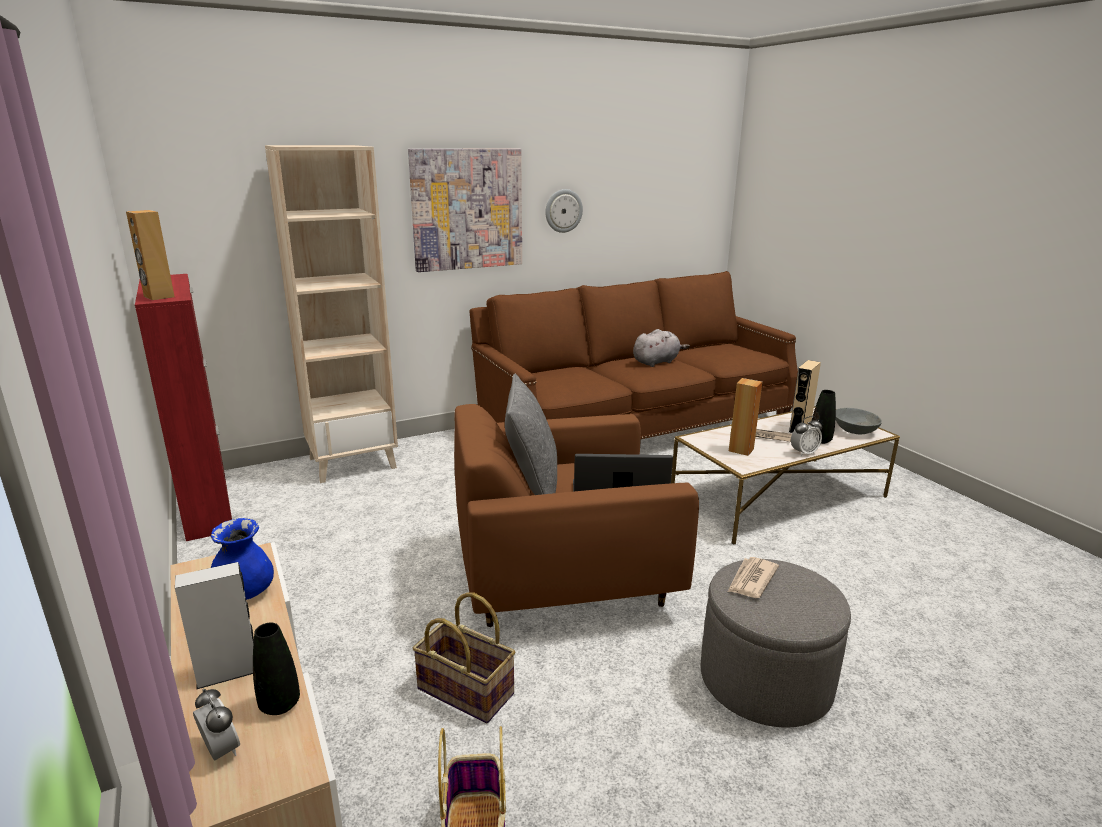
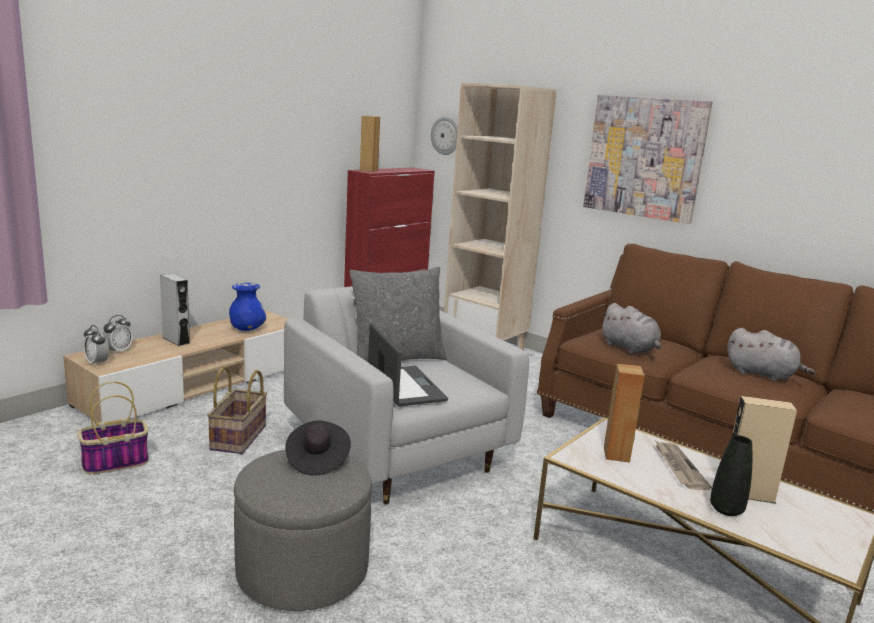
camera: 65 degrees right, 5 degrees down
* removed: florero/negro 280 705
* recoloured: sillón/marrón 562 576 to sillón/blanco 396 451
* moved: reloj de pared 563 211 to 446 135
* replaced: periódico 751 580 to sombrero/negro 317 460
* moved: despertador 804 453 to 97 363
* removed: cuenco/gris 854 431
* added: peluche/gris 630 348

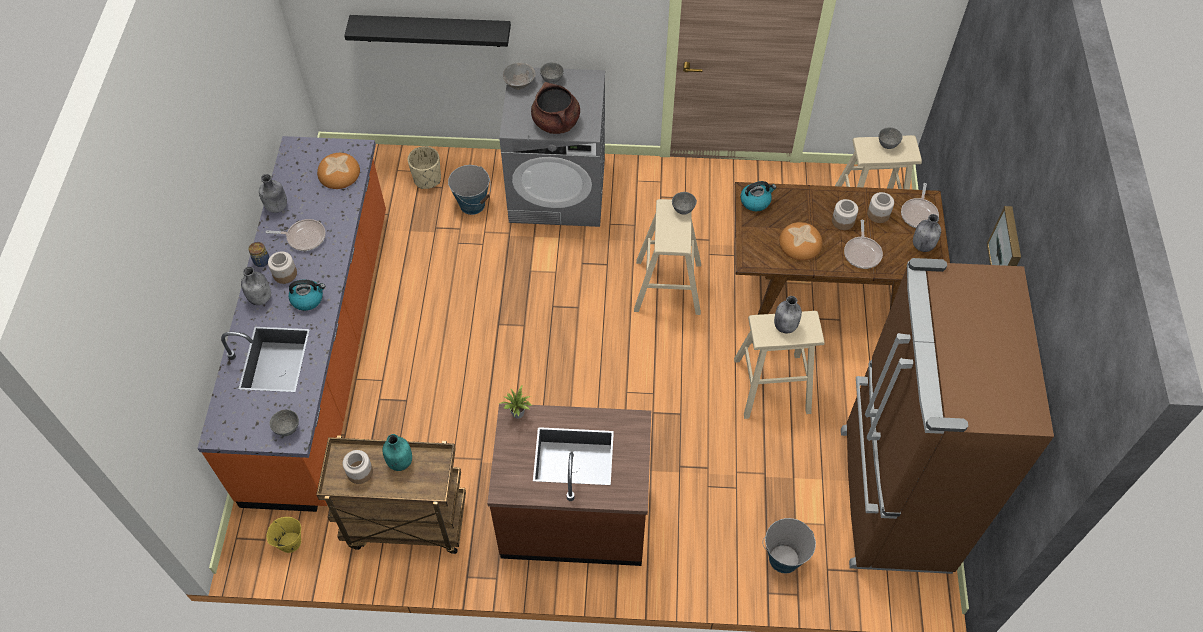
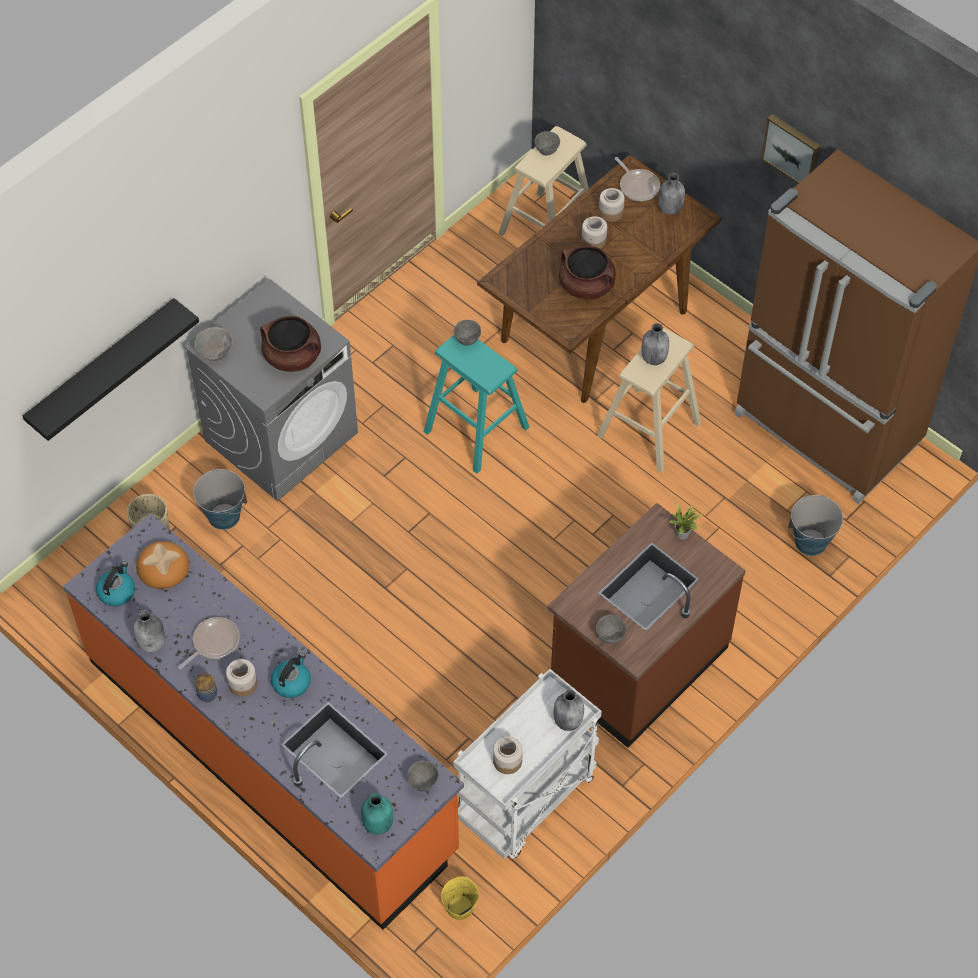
camera: 50 degrees left, 0 degrees up
* moved: botella/gris 261 298 to 568 720
* recoloured: carrito/marrón 404 524 to carrito/blanco 526 801
* moved: botella/turquesa 400 461 to 377 823
* moved: planta en maceta 518 414 to 684 534
* moved: cuenco/gris 552 80 to 609 636
* recoloured: taburete/beis 667 286 to taburete/turquesa 476 429
* moved: hervidor 755 201 to 117 591
* replaced: pan 800 243 to olla/marrón 587 286
* removed: sartén 862 253

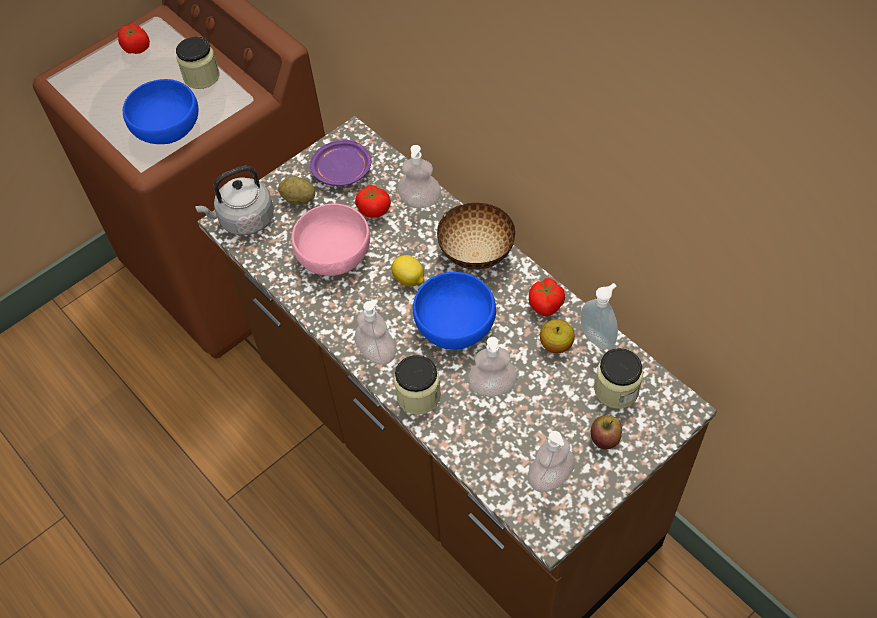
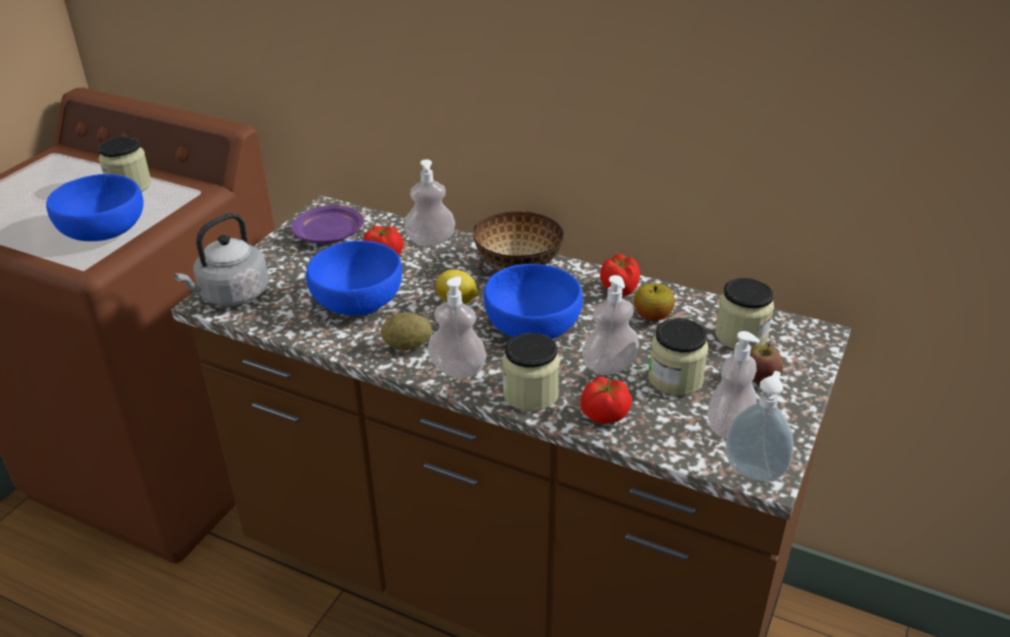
camera: 25 degrees left, 20 degrees down
* moved: tomate 137 48 to 604 415
* moved: patata 298 199 to 407 345
* recoloured: cuenco/rosa 335 254 to cuenco/azul 358 300
* moved: dispensador de jabón 598 337 to 754 470
* added: tarro 675 379

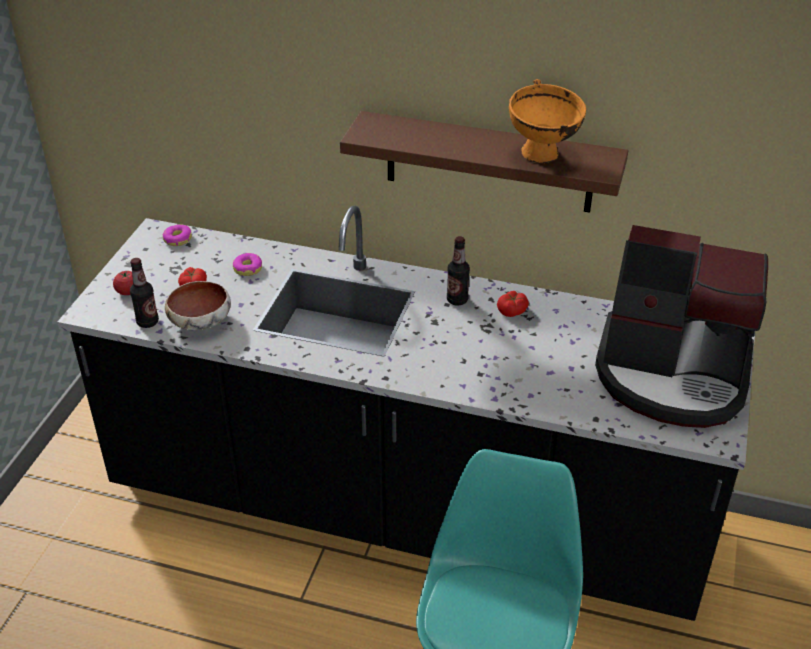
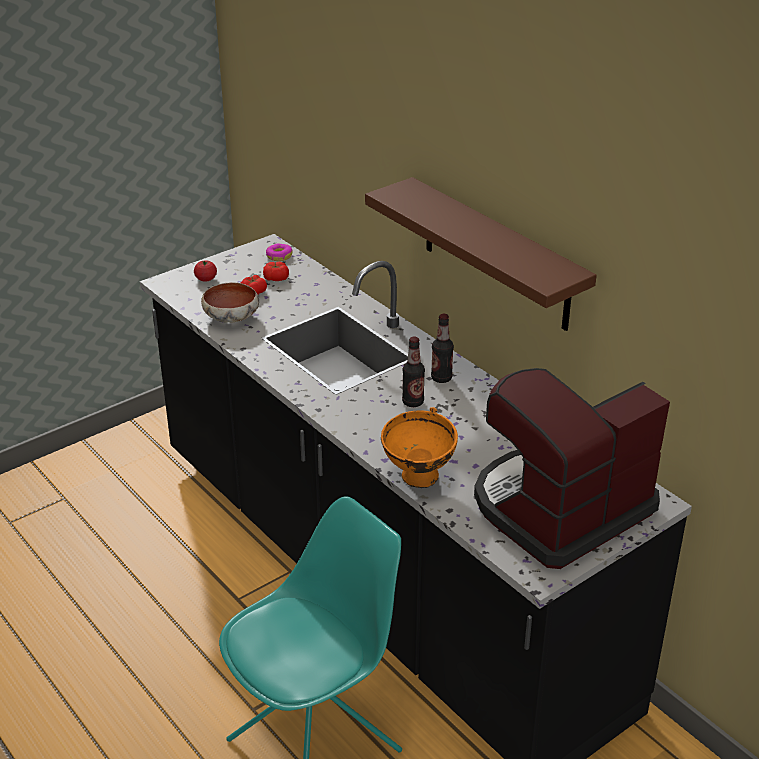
camera: 35 degrees right, 5 degrees down
* moved: botella 147 322 to 413 402
* removed: rosquilla 248 268
* moved: tomate 512 311 to 276 278
* moved: cuenco/naranja 543 158 to 418 482
* turned: cafetera 672 375 = 559 508 90 degrees clockwise

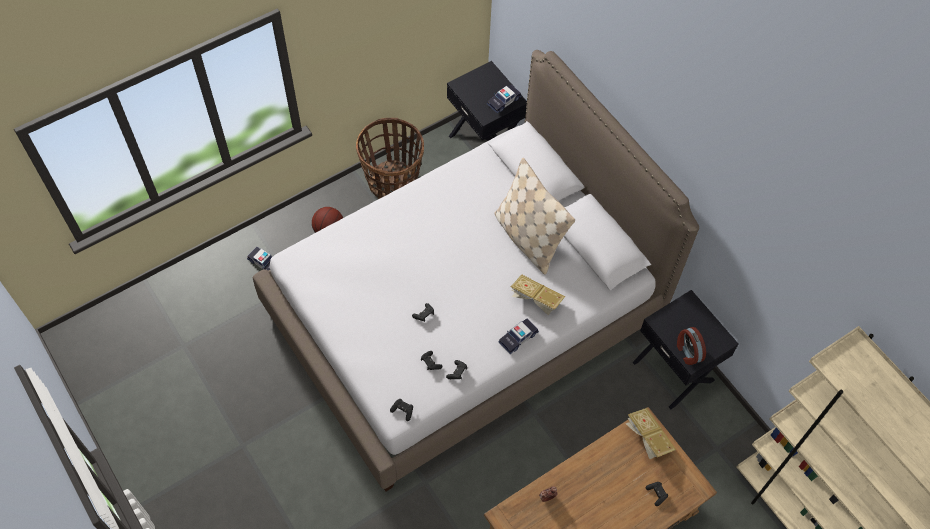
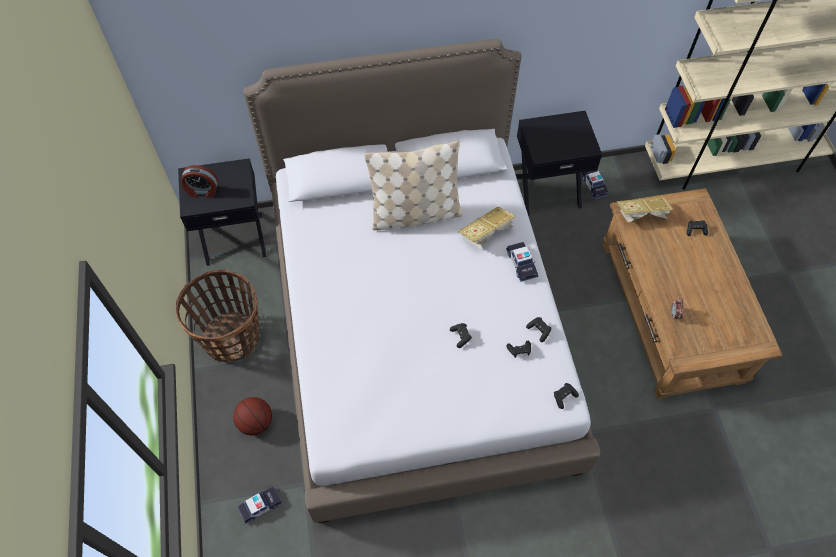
camera: 65 degrees left, 0 degrees up
* moved: coche de juguete 504 101 to 594 186
* moved: despertador 688 352 to 202 191

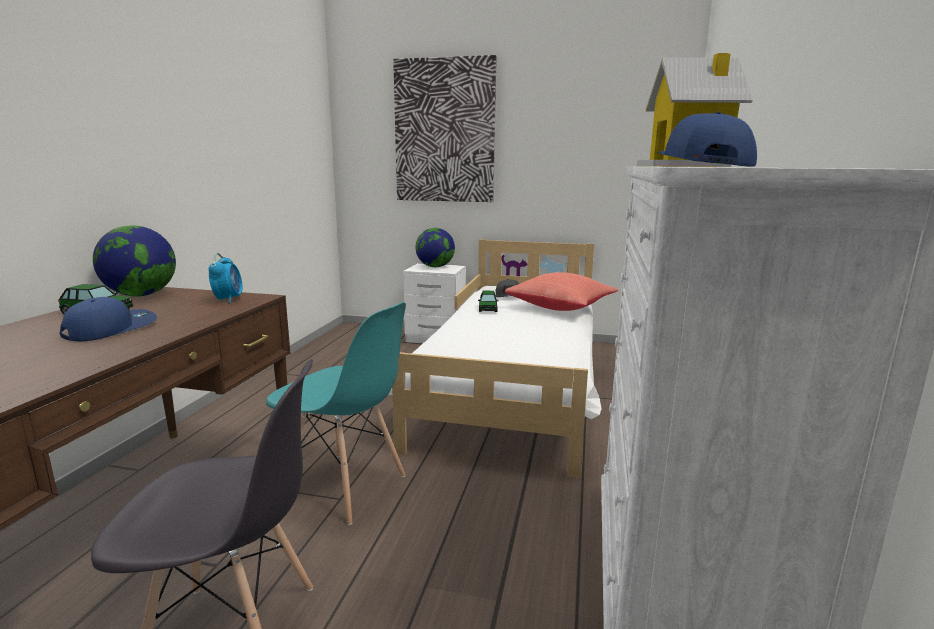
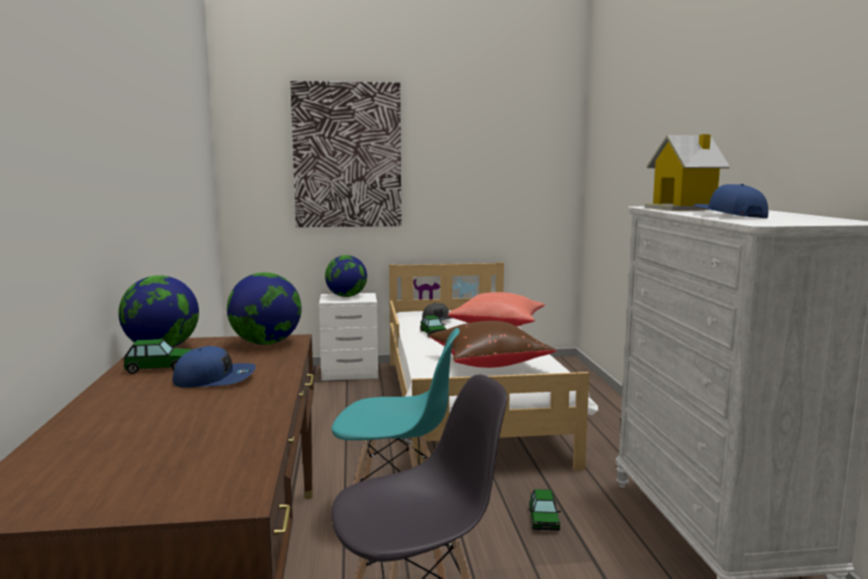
camera: 20 degrees left, 5 degrees down
* turned: gorra/azul 111 329 = 215 379 75 degrees clockwise
* replaced: despertador 228 299 to globo terráqueo 266 343
* added: cojín/marrón 488 363
* added: coche de juguete 543 519

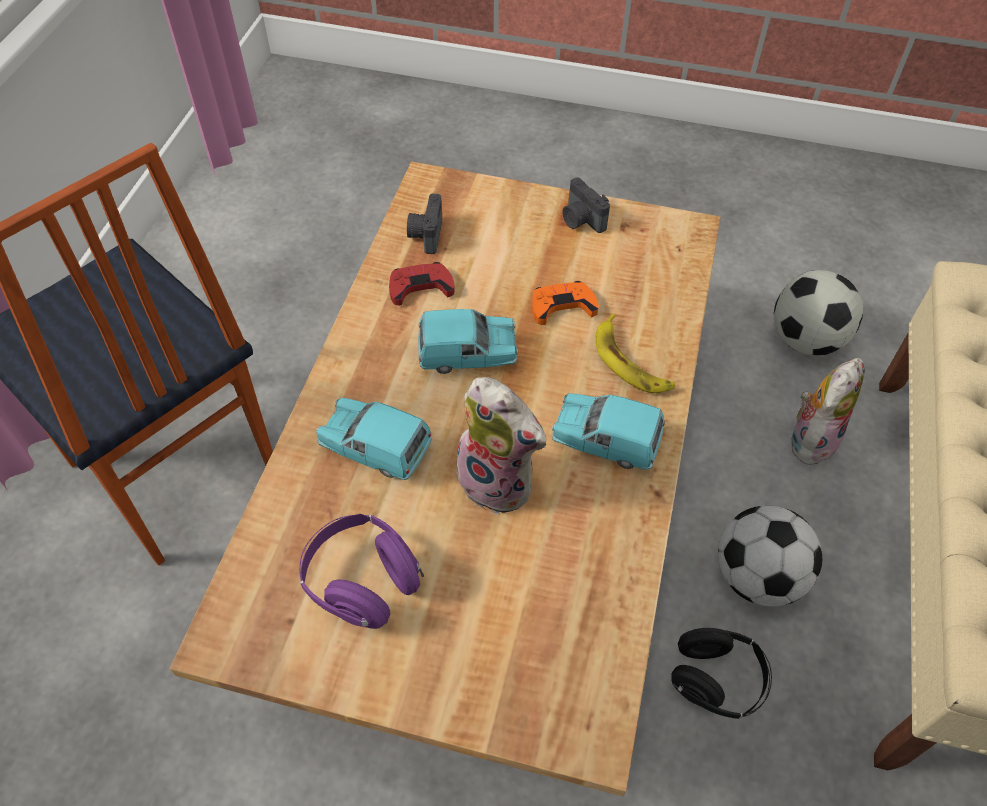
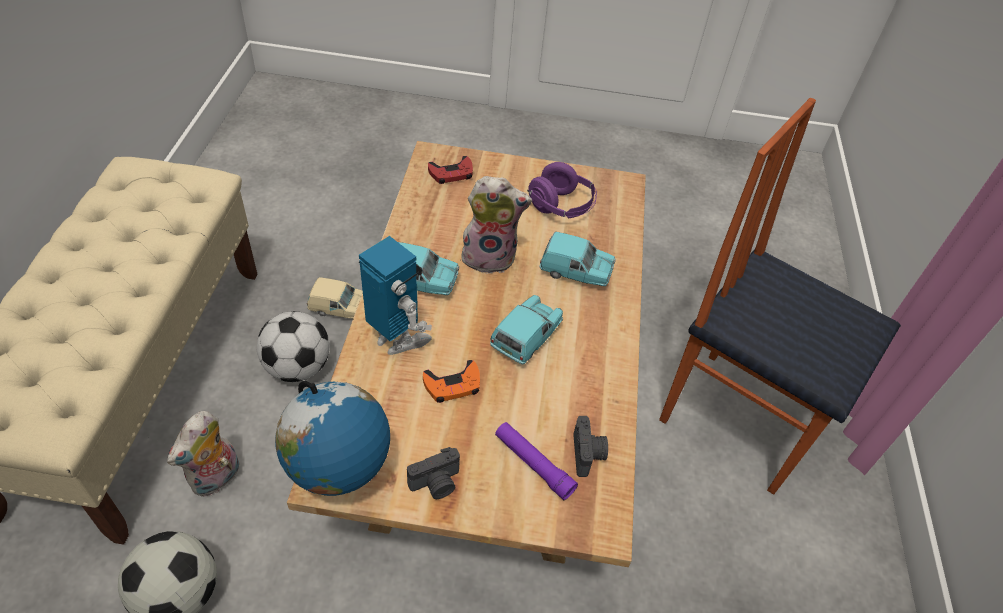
camera: 170 degrees right, 5 degrees down
* moved: mando de consola/rojo 420 287 to 451 173
* turned: coche de juguete/turquesa 467 355 = 526 338 135 degrees clockwise
* turned: peluche 500 481 = 490 256 150 degrees clockwise
* turned: cámara 581 220 = 436 484 105 degrees clockwise
* replaced: plátano 630 362 to robot de juguete 397 339
* replaced: auriculares/negro 716 680 to coche de juguete/beis 340 309
* added: globo terráqueo 340 478
* added: linterna/morado 533 464

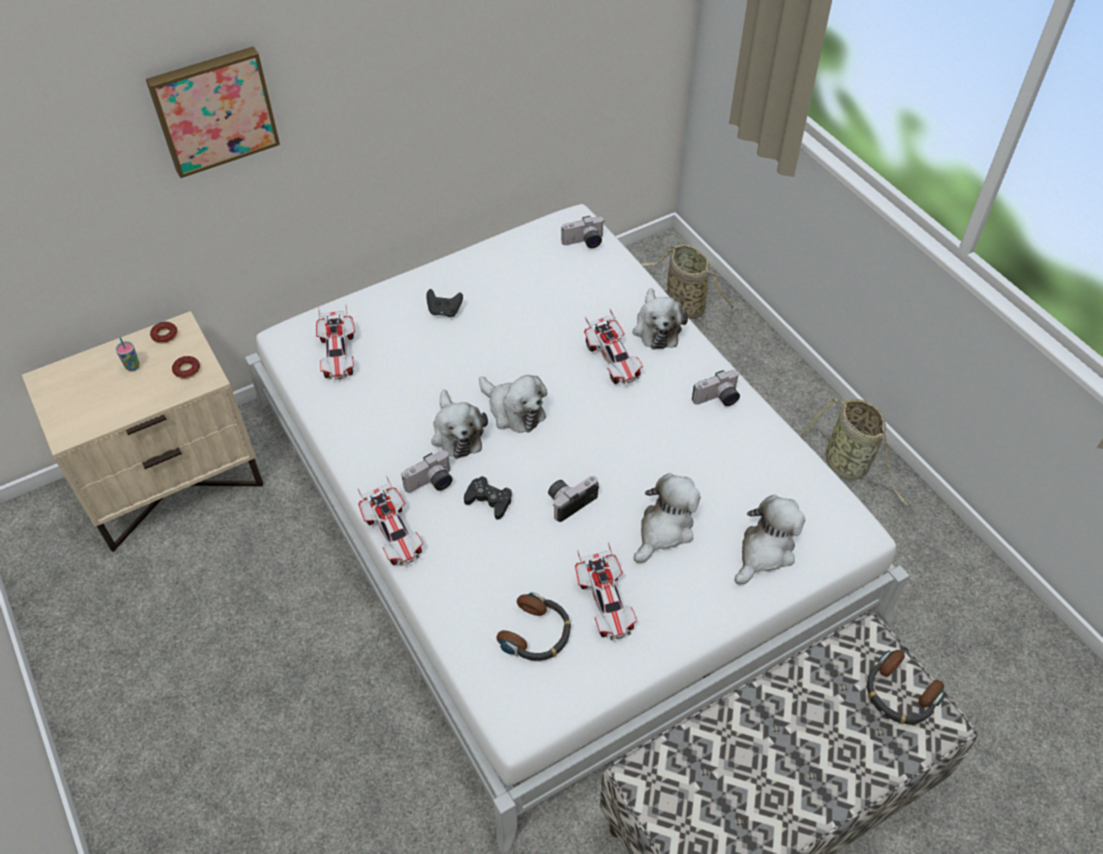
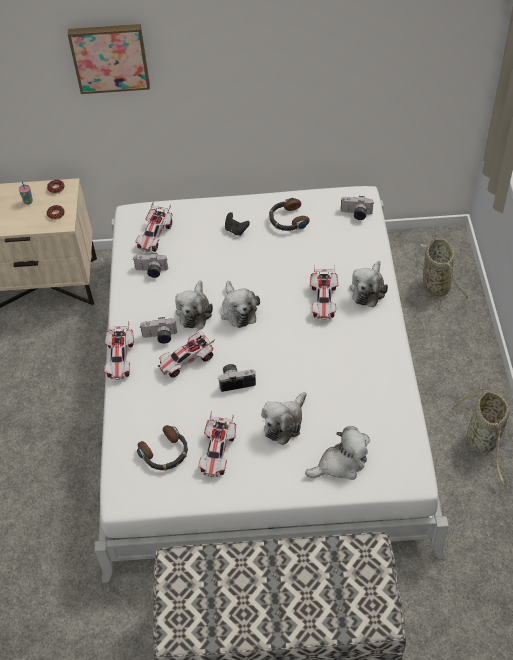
camera: 30 degrees right, 0 degrees up
* replaced: mando de consola/negro 489 501 to coche de juguete 187 361
* turned: peluche 664 529 = 284 423 150 degrees clockwise
* moved: cámara 717 399 to 151 271
* moved: auriculares 899 694 to 287 220

